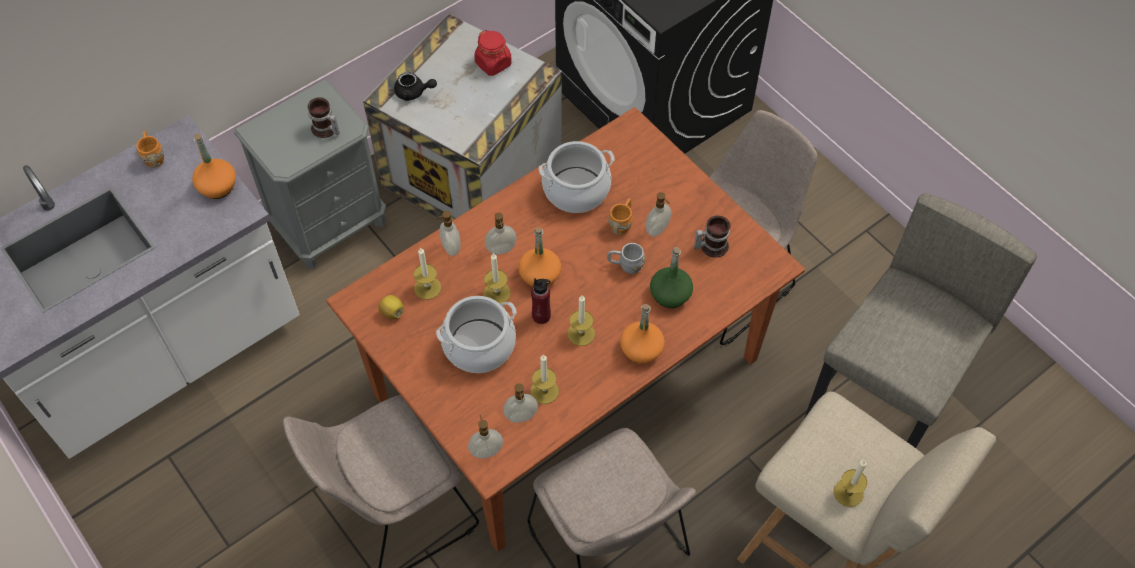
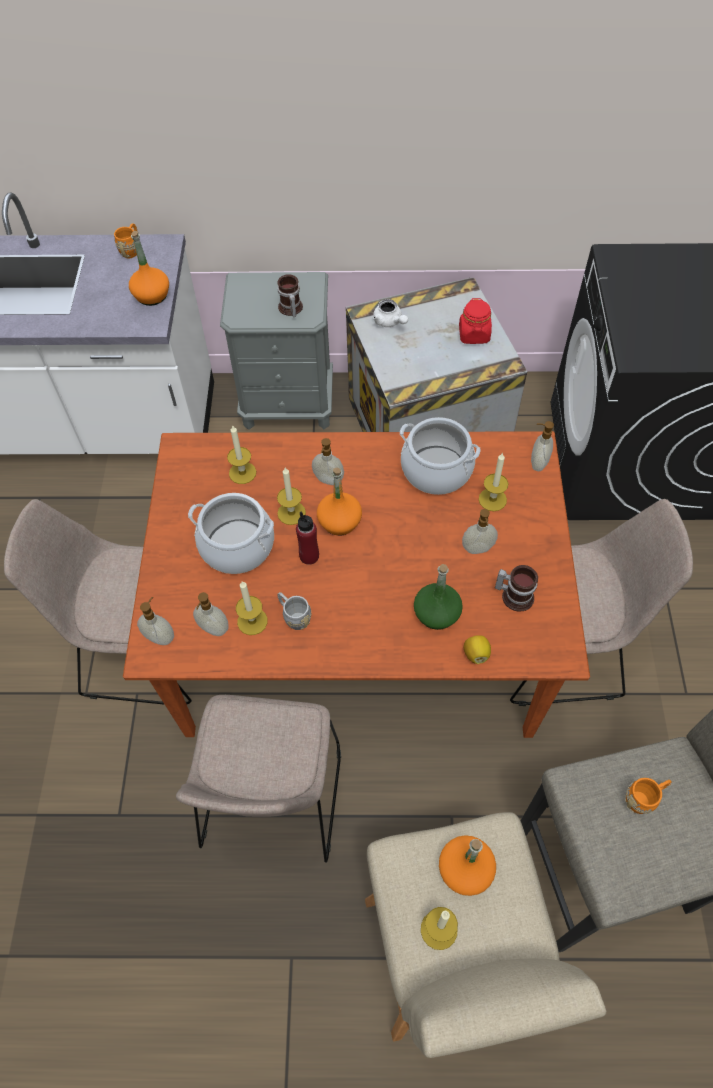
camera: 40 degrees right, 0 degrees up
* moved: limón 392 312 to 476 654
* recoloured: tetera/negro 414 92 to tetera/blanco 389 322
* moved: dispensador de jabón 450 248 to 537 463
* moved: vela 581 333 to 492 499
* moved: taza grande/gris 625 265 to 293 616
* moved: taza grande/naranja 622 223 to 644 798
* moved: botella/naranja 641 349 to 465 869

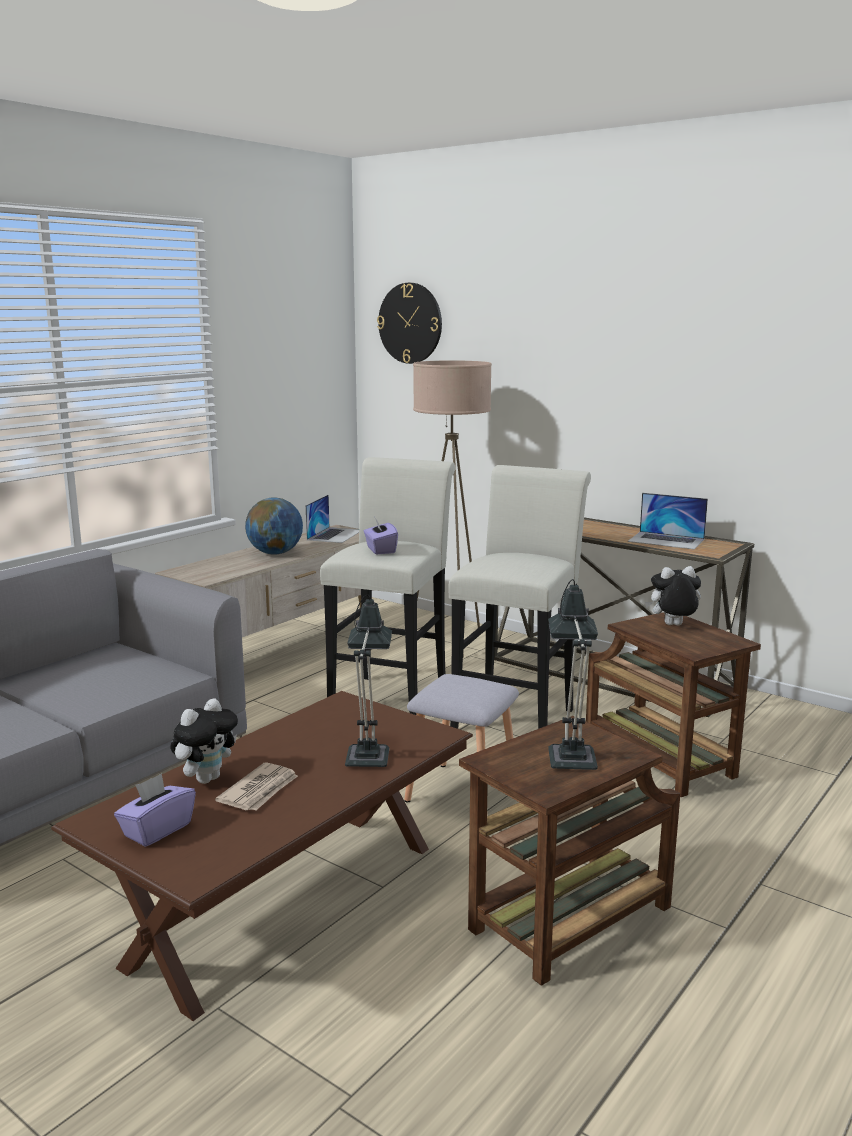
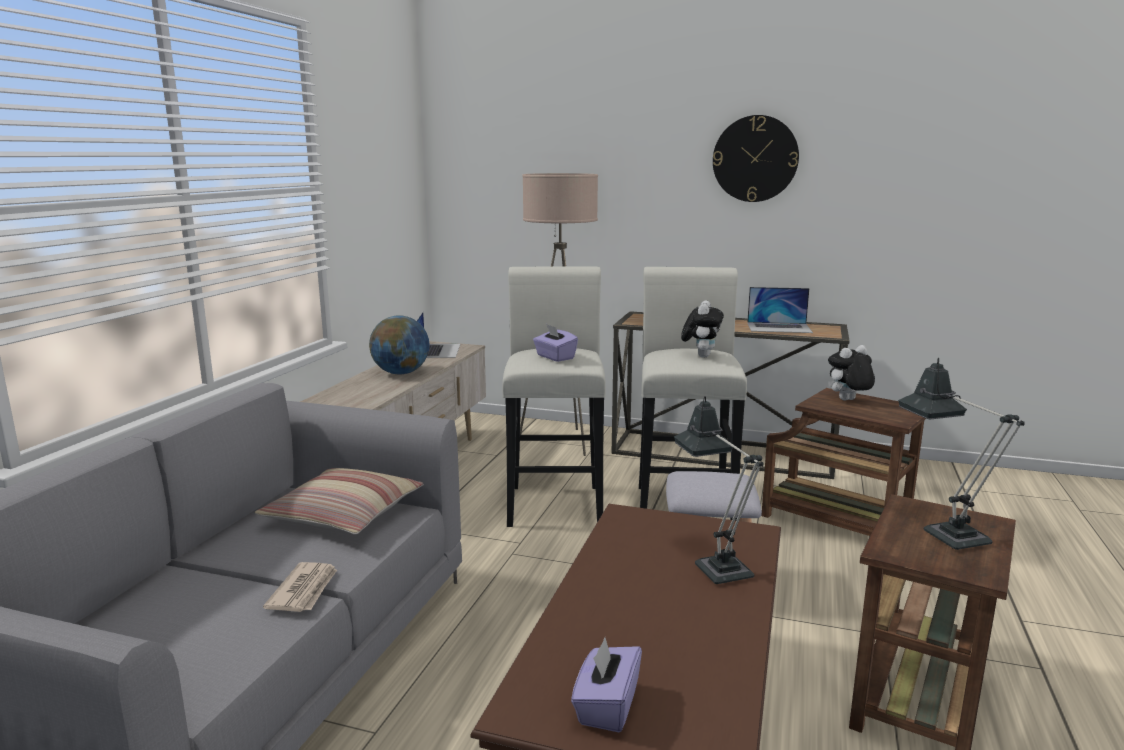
camera: 20 degrees left, 0 degrees up
* moved: peluche 207 778 to 701 356
* moved: periódico 260 791 to 304 590
* moved: reloj de pared 410 323 to 755 159
* added: cojín 344 514

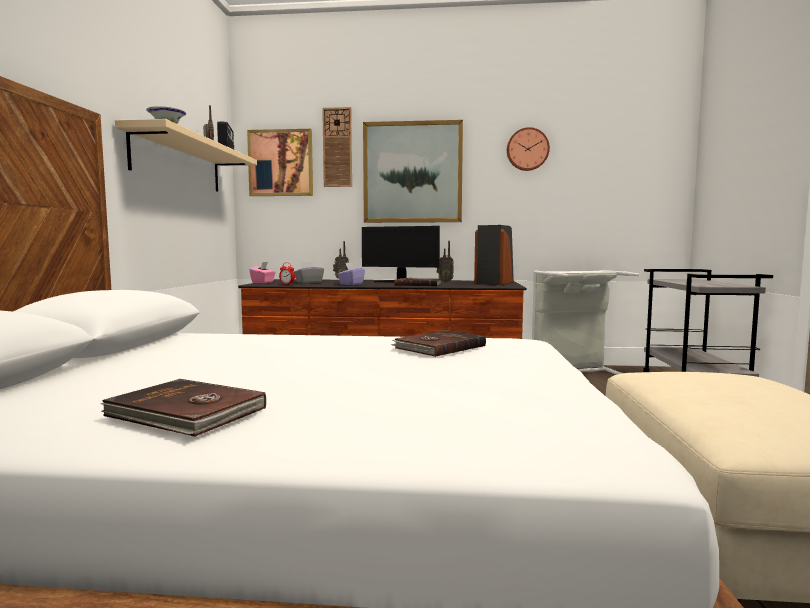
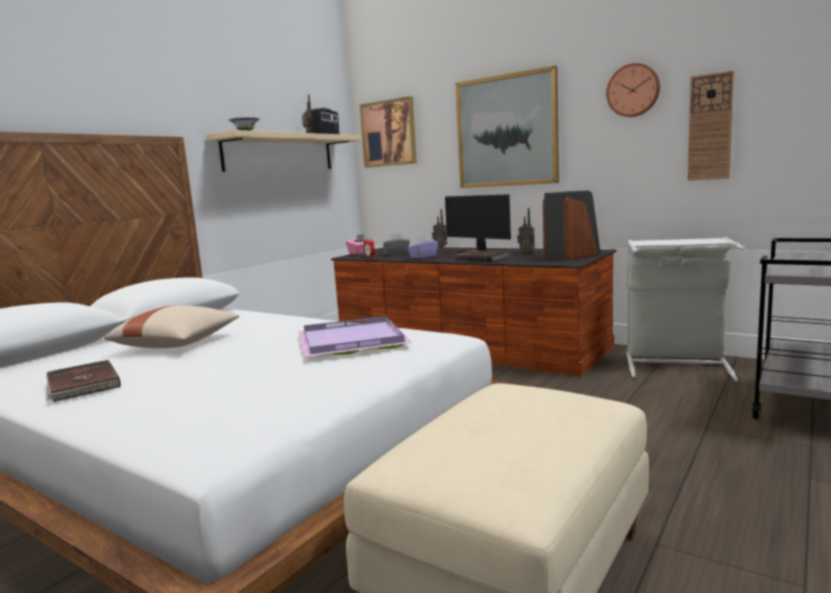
camera: 30 degrees right, 5 degrees up
* moved: reloj de pared 337 147 to 710 127
* replaced: libro/marrón 438 347 to bandeja/morado 349 341
* added: cojín/beis 178 344

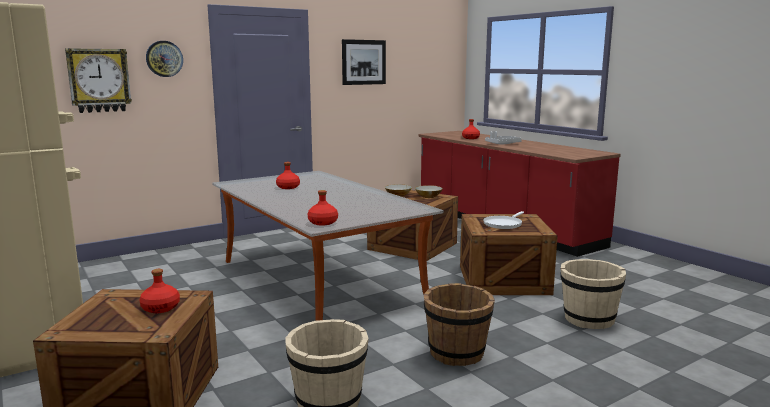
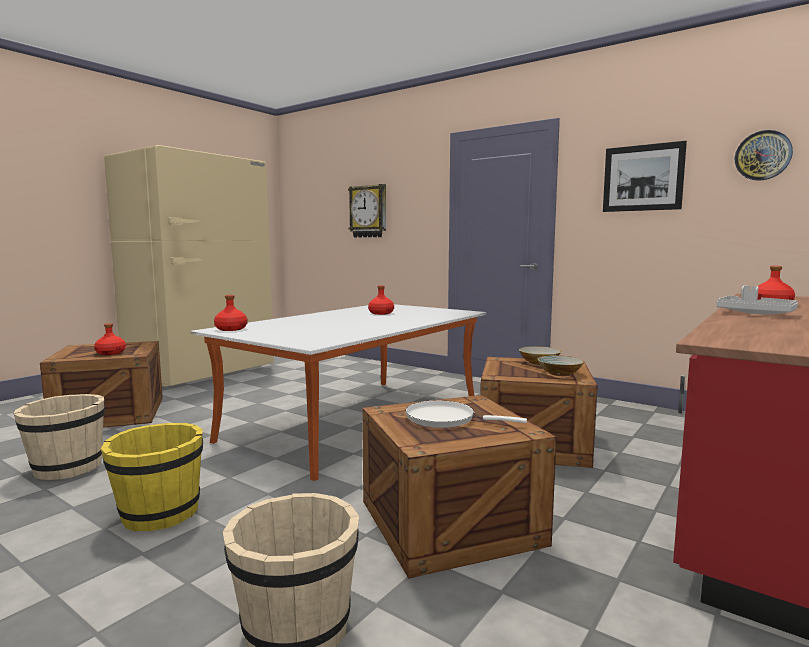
camera: 70 degrees right, 5 degrees down
* moved: reloj de pared 164 58 to 763 155
* recoloured: cubo/marrón 456 353 to cubo/amarillo 159 514

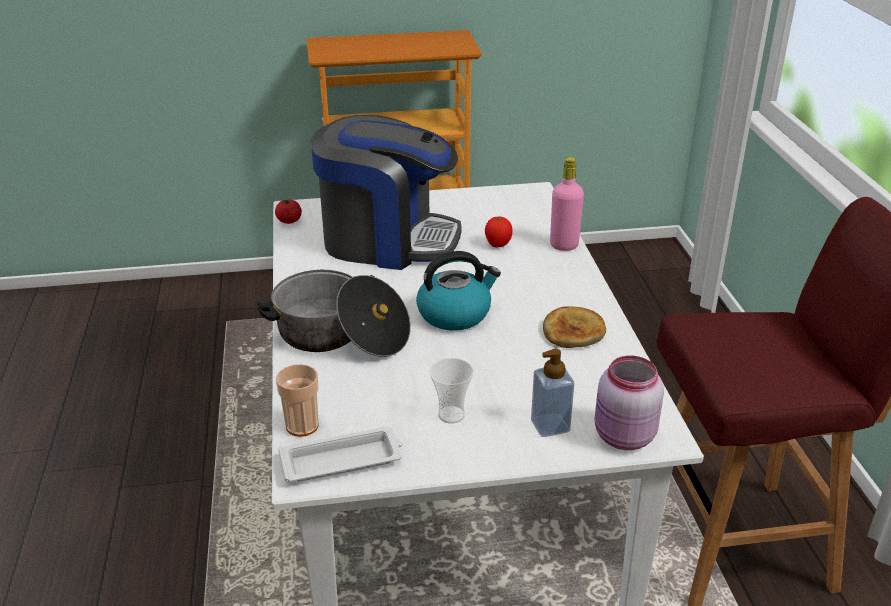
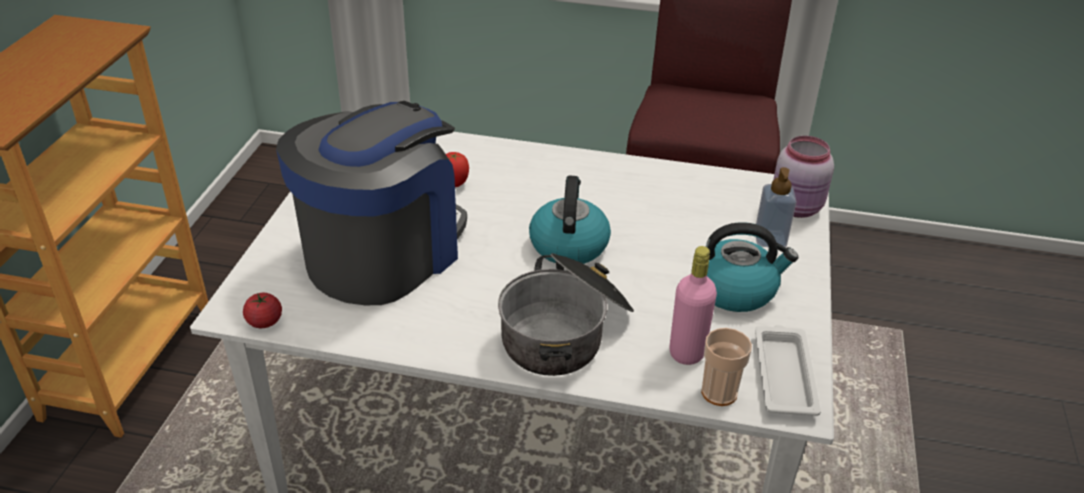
camera: 70 degrees left, 5 degrees up
* replaced: taza 451 415 to hervidor 736 290
* removed: pan 573 331
* moved: botella/rosa 564 245 to 687 353

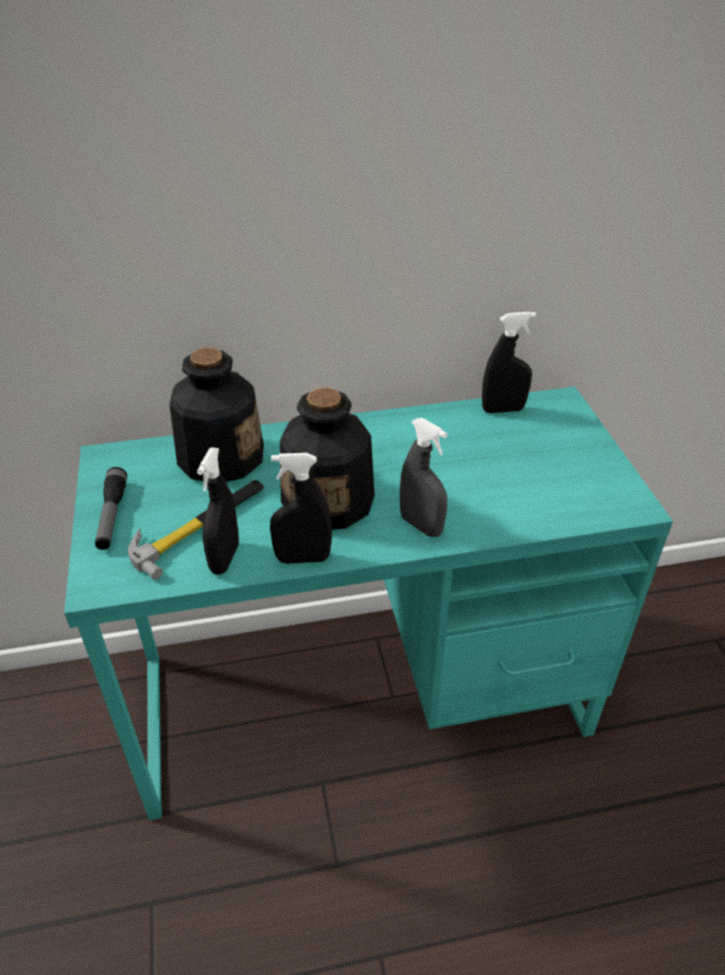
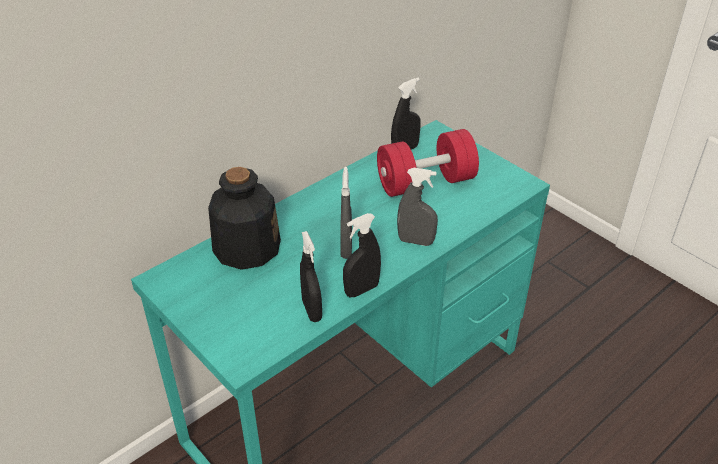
camera: 30 degrees left, 0 degrees up
* removed: linterna 112 515
* removed: martillo 200 525
* replaced: botella 329 501 to pulverizador/gris 346 248
* added: mancuerna/rojo 425 182

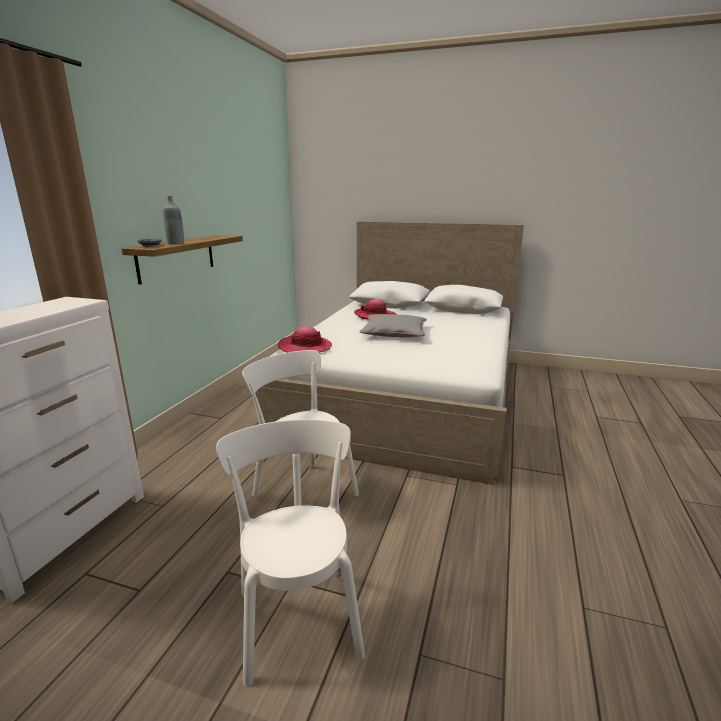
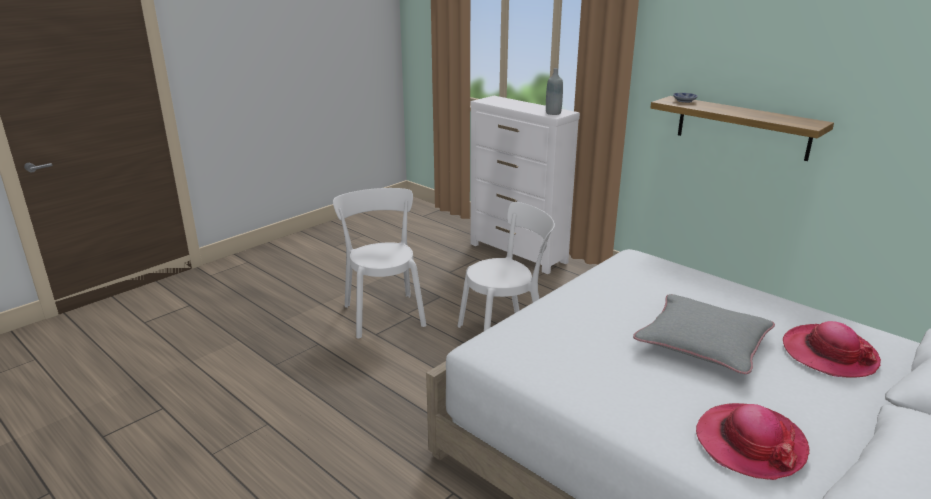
camera: 115 degrees right, 5 degrees up
* moved: botella/gris 176 243 to 553 113
* turned: silla/blanco 298 615 = 383 313 120 degrees counterclockwise
* moved: sombrero 305 347 to 749 443

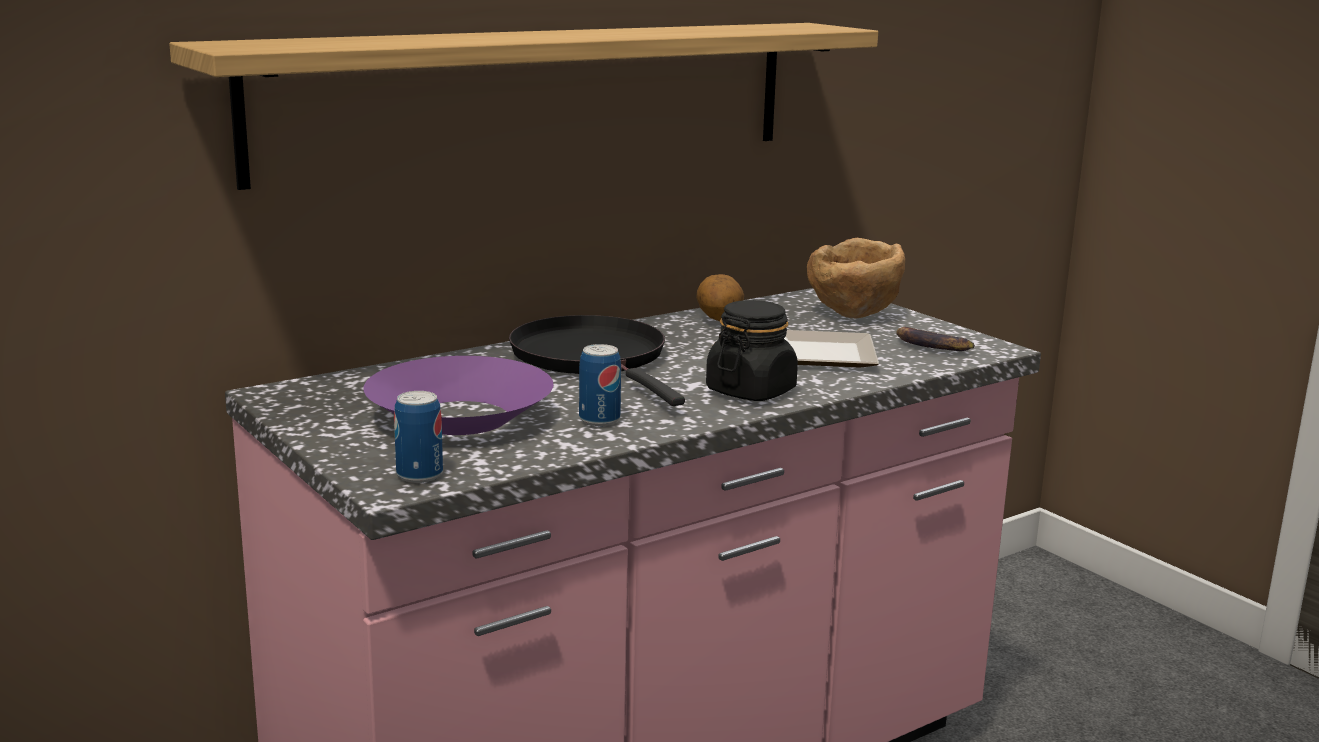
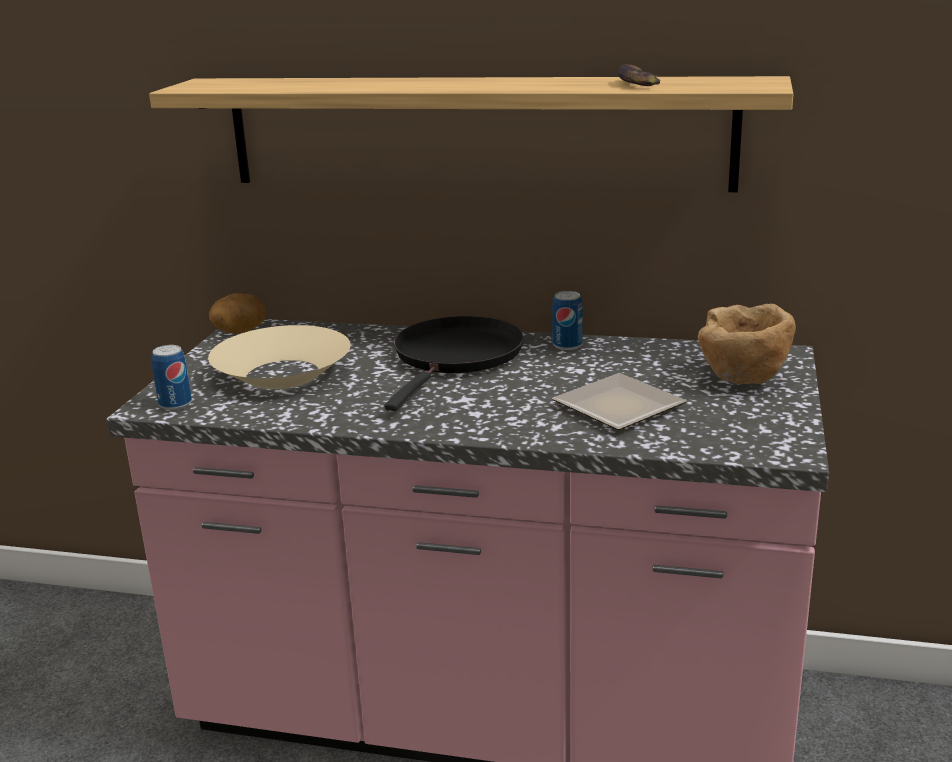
camera: 50 degrees right, 5 degrees up
* recoloured: cuenco/morado 460 417 to cuenco/beis 282 374
* moved: lata 599 420 to 567 345
* moved: patata 718 319 to 239 332
* removed: tarro/negro 751 391
* moved: plátano 931 346 to 641 83

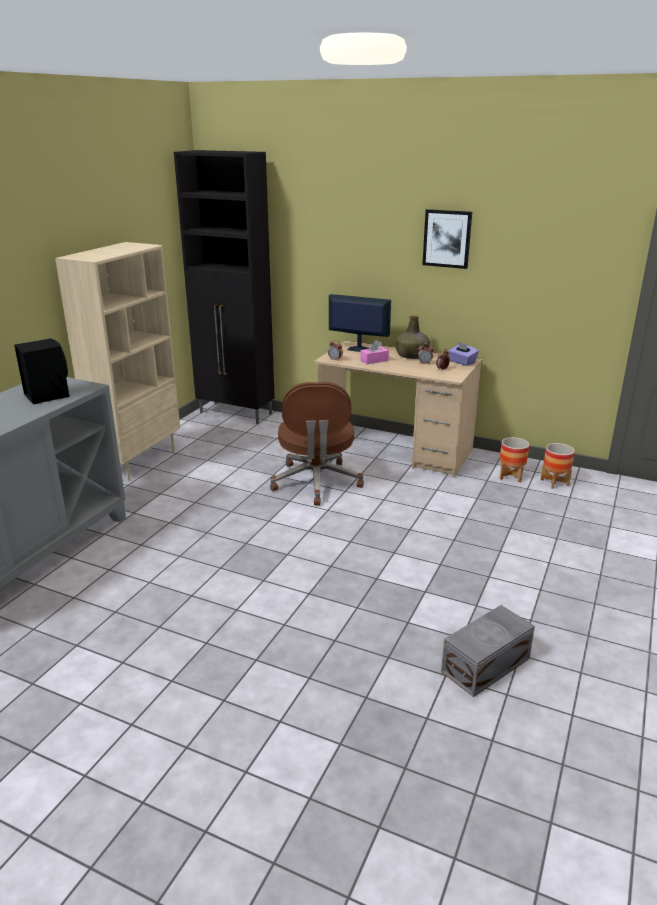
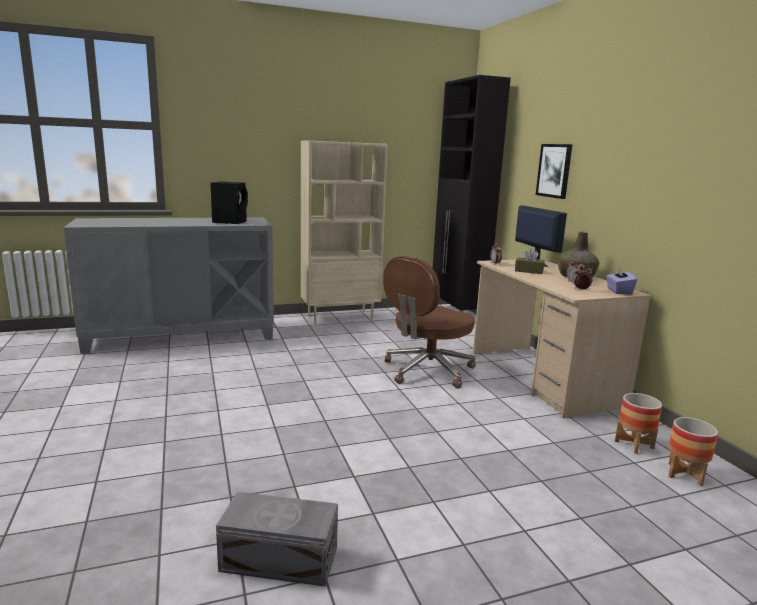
camera: 45 degrees right, 10 degrees down
* recoloured: caja de pañuelos/rosa 374 360 to caja de pañuelos/marrón 529 271
* moved: cuadro 447 238 to 554 170

